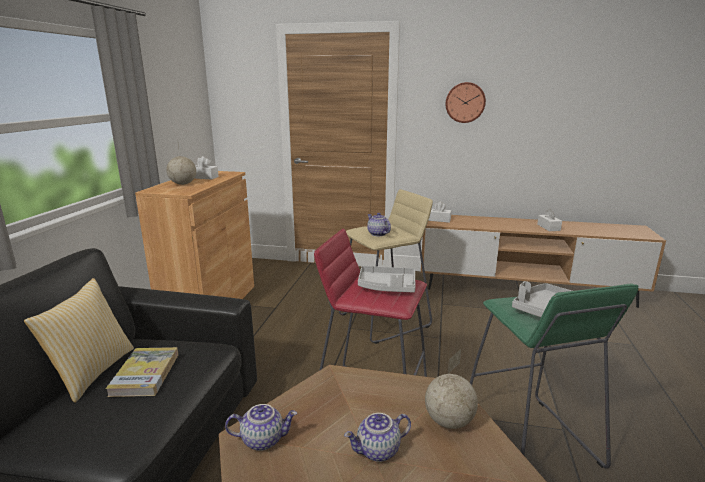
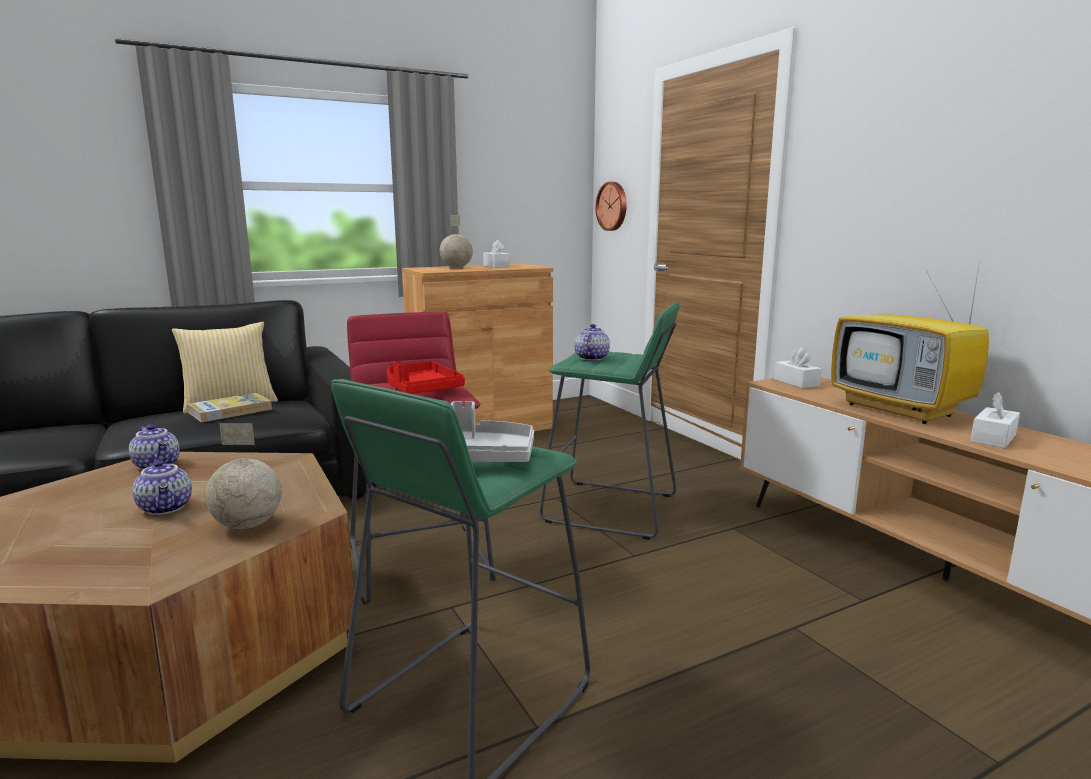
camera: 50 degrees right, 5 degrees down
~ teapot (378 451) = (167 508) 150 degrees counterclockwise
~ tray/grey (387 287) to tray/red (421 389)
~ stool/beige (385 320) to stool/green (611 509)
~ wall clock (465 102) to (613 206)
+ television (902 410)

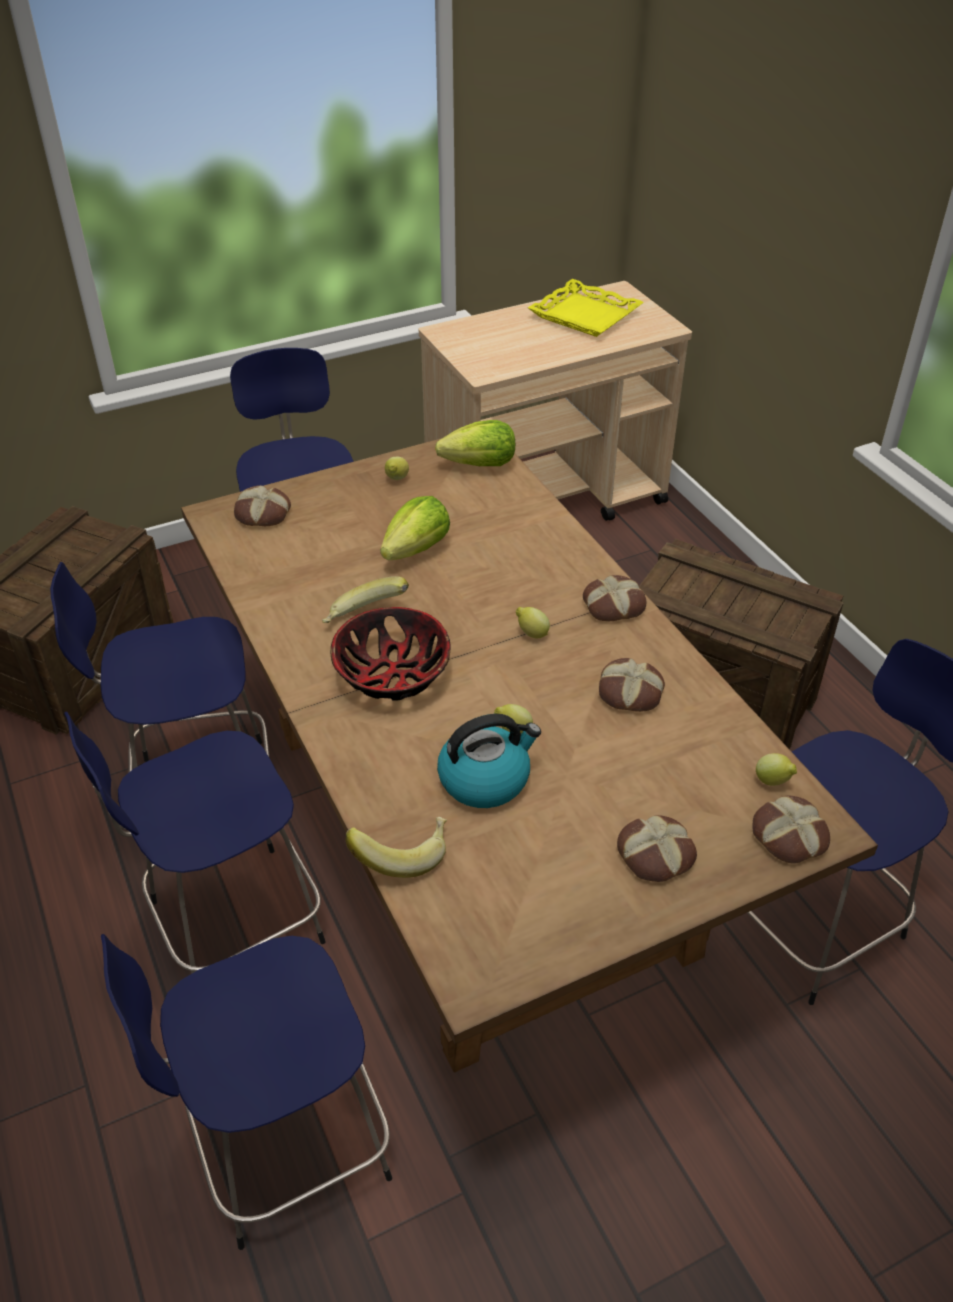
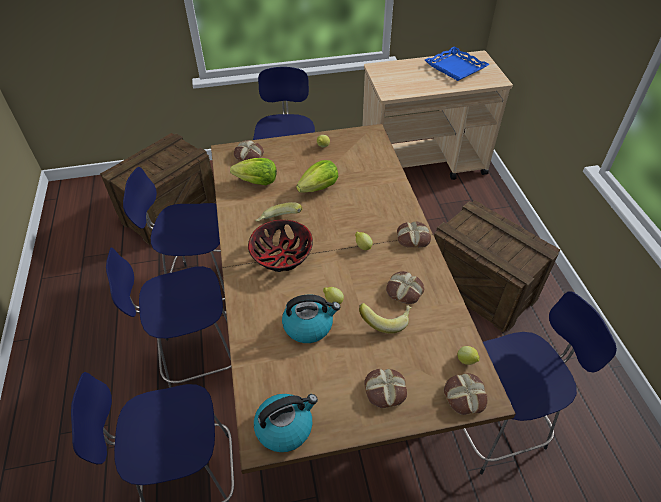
camera: 15 degrees right, 5 degrees up
~ lettuce (480 465) to (257 182)
+ kettle (285 427)
~ banana (401 854) to (385 320)
~ tray/yellow (584 316) to tray/blue (455 68)

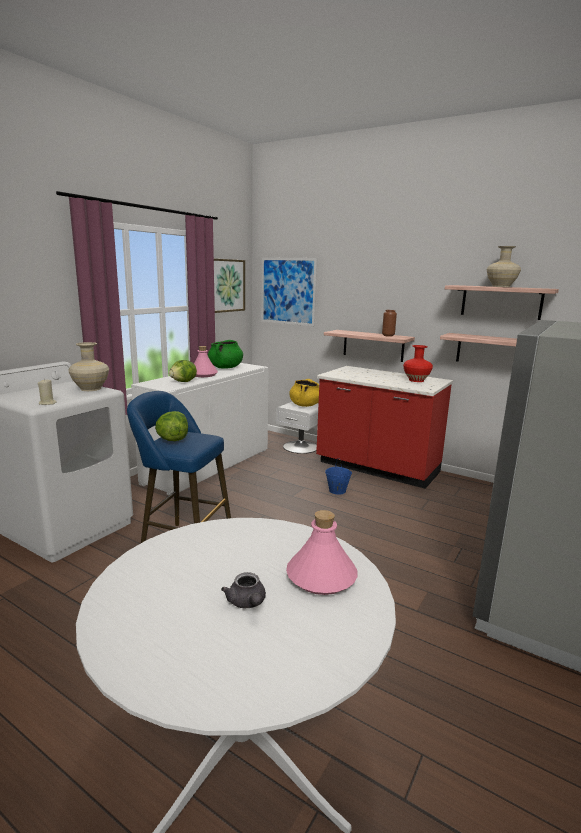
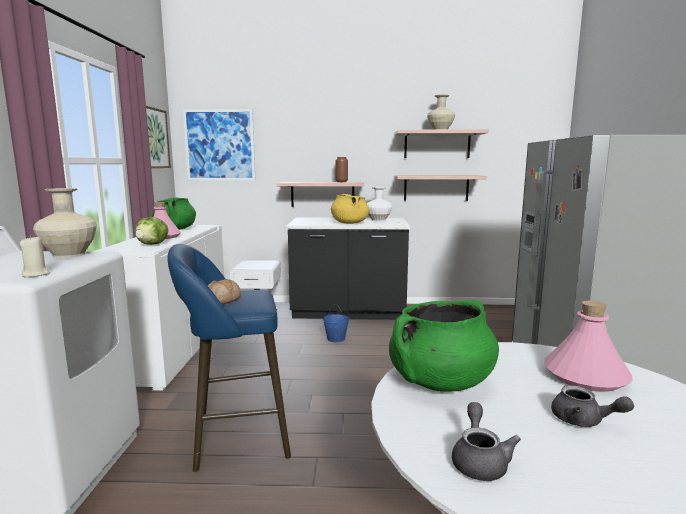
camera: 30 degrees left, 5 degrees down
~ lettuce (172 440) to bread (223 300)
~ counter/red (377 468) to counter/black (348 313)
~ cooking pot/yellow (305 405) to (349 223)
~ vase/red (416 380) to vase/white (378 220)
+ cooking pot/green (440 382)
+ teapot/grey (479 460)

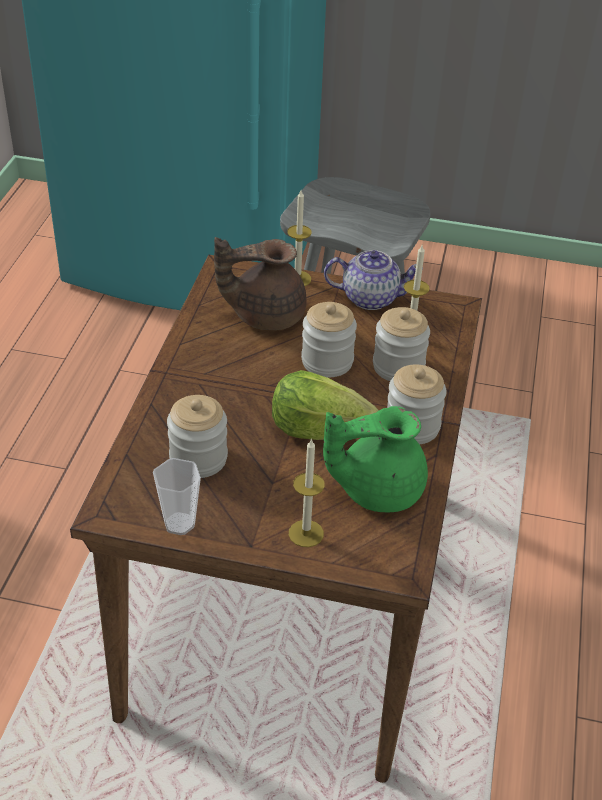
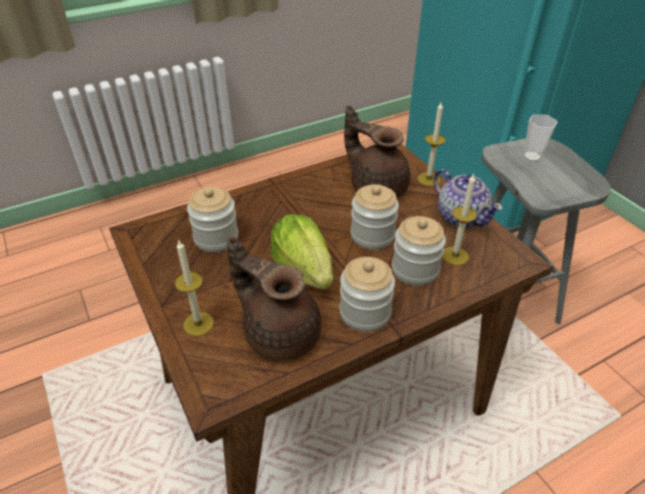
camera: 50 degrees right, 0 degrees up
~ teapot/green (376 488) to teapot/brown (280 332)
~ cup (179 524) to (532 157)

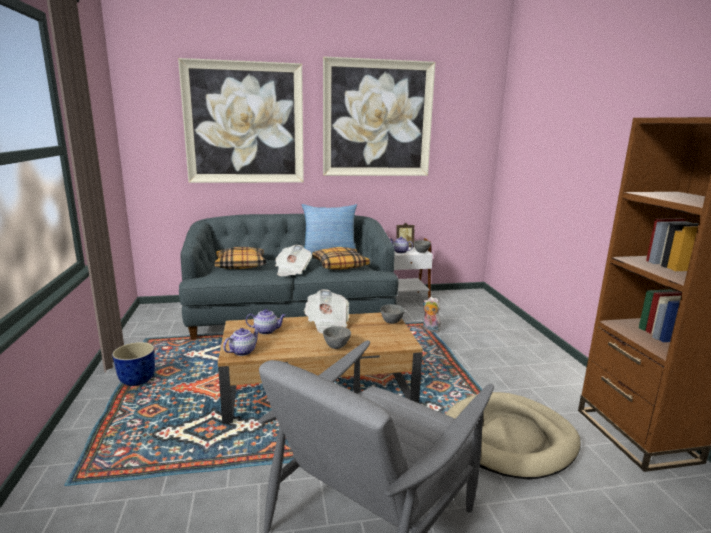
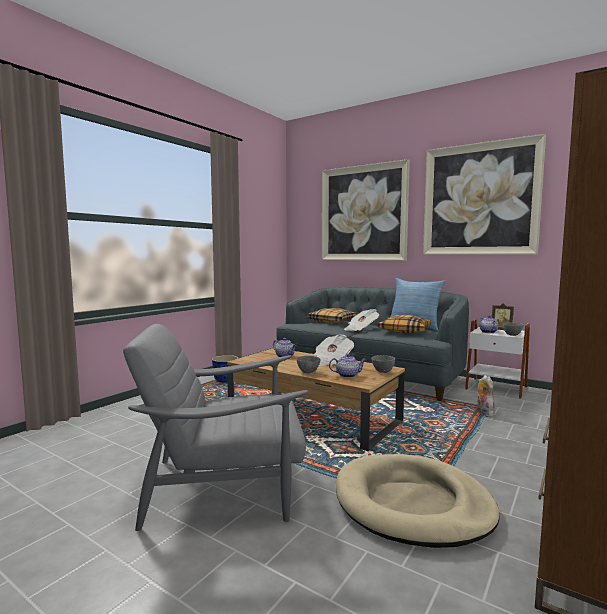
camera: 45 degrees right, 10 degrees down
~ teapot (243 351) to (348 375)

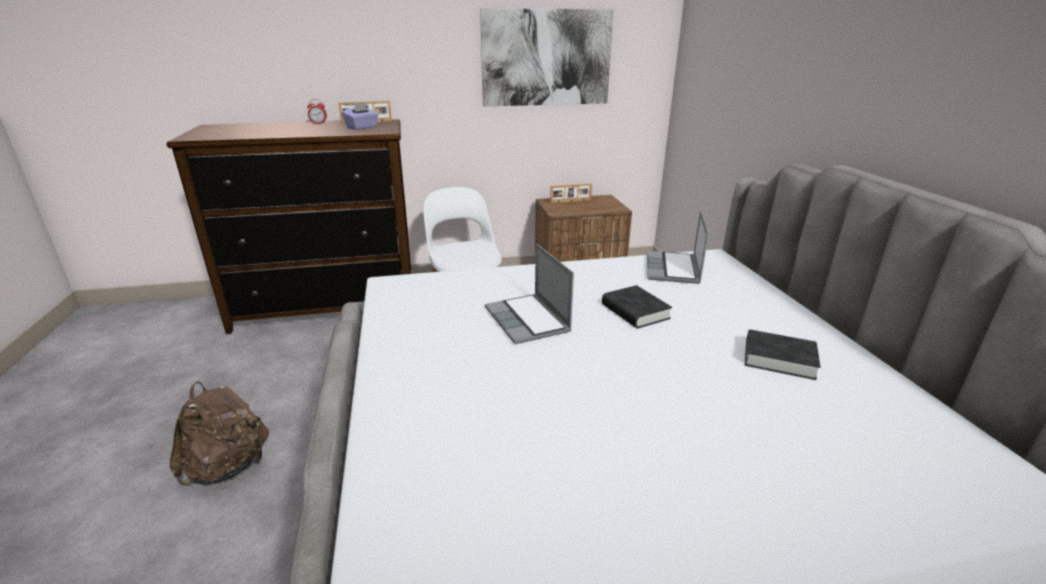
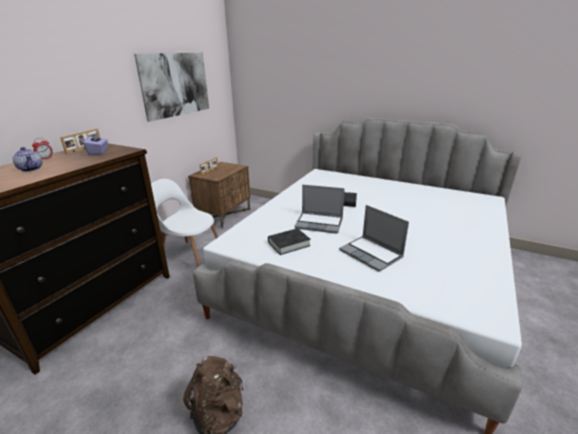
camera: 50 degrees left, 0 degrees up
+ teapot (31 169)
~ book/black (779 359) to (289 244)
~ laptop (673 269) to (372 254)

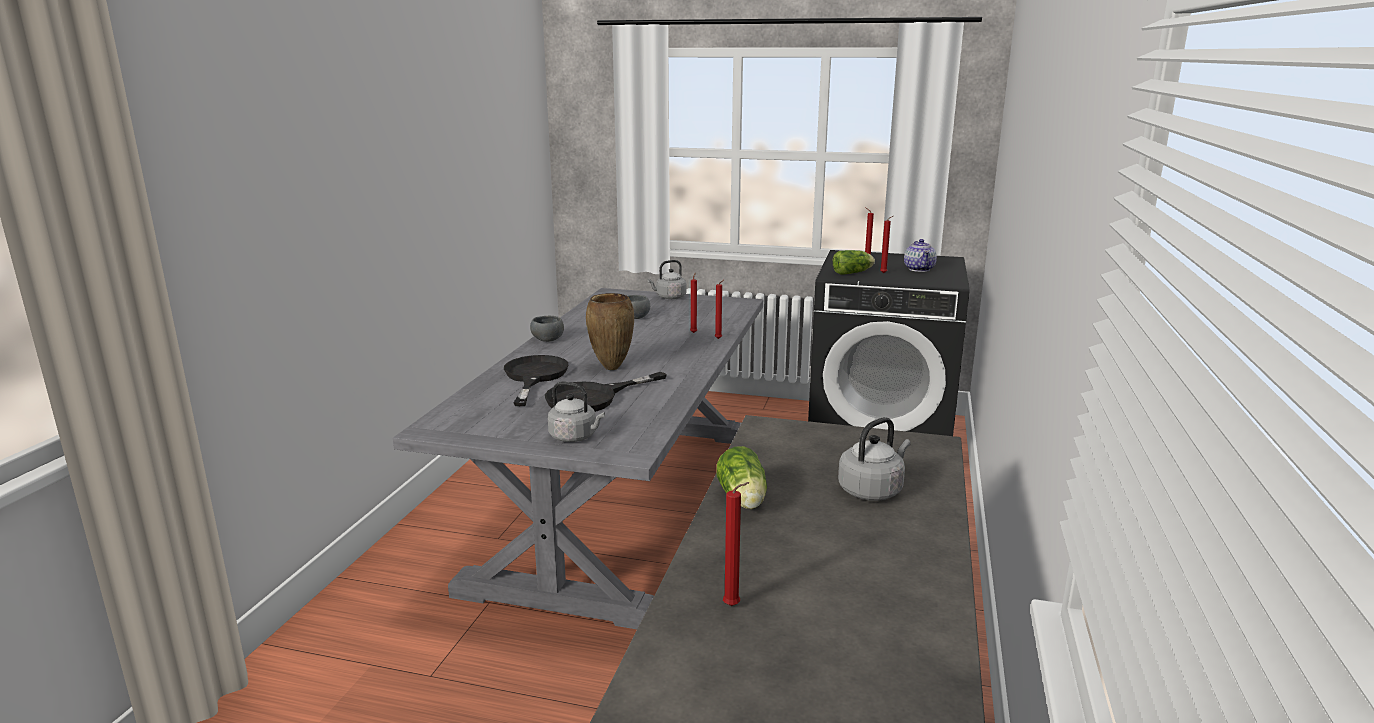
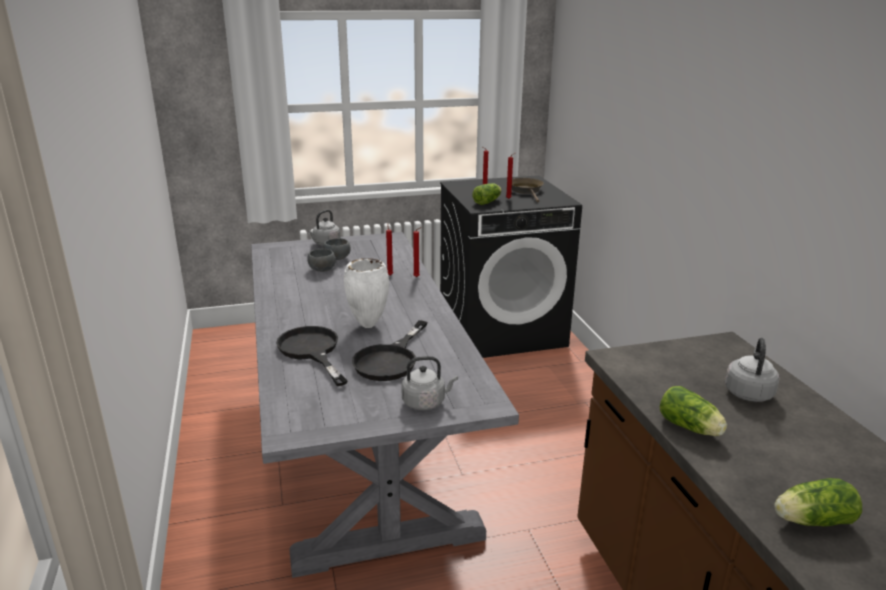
camera: 30 degrees left, 5 degrees up
~ bowl/grey (547 340) to (337 258)
~ vase/brown (610 368) to vase/white (367 326)
~ teapot (919 269) to frying pan/brown (526 191)
~ candle/red (734 606) to lettuce (810 520)

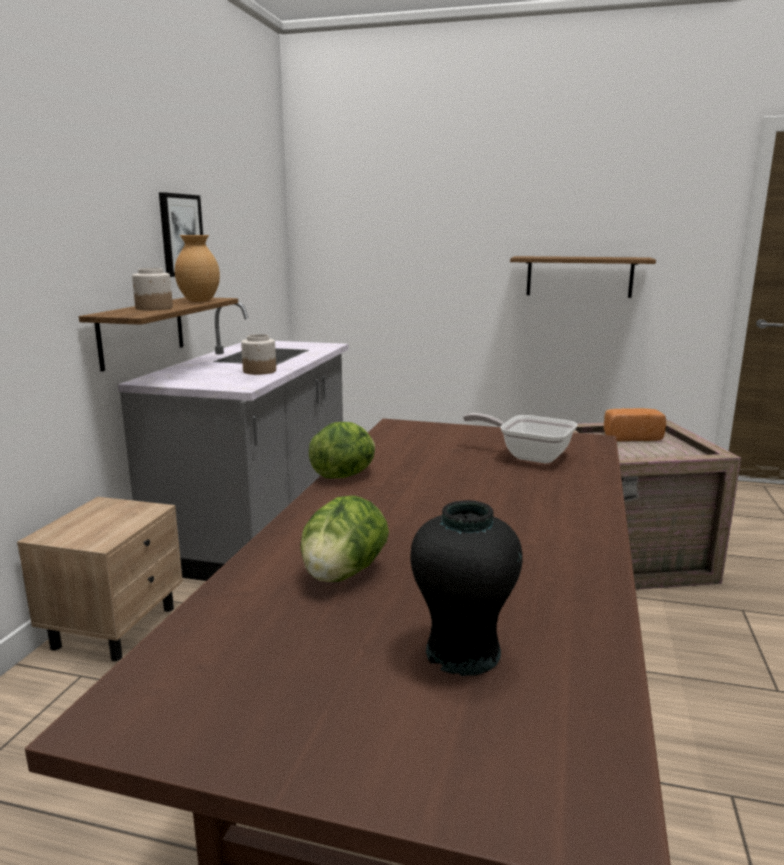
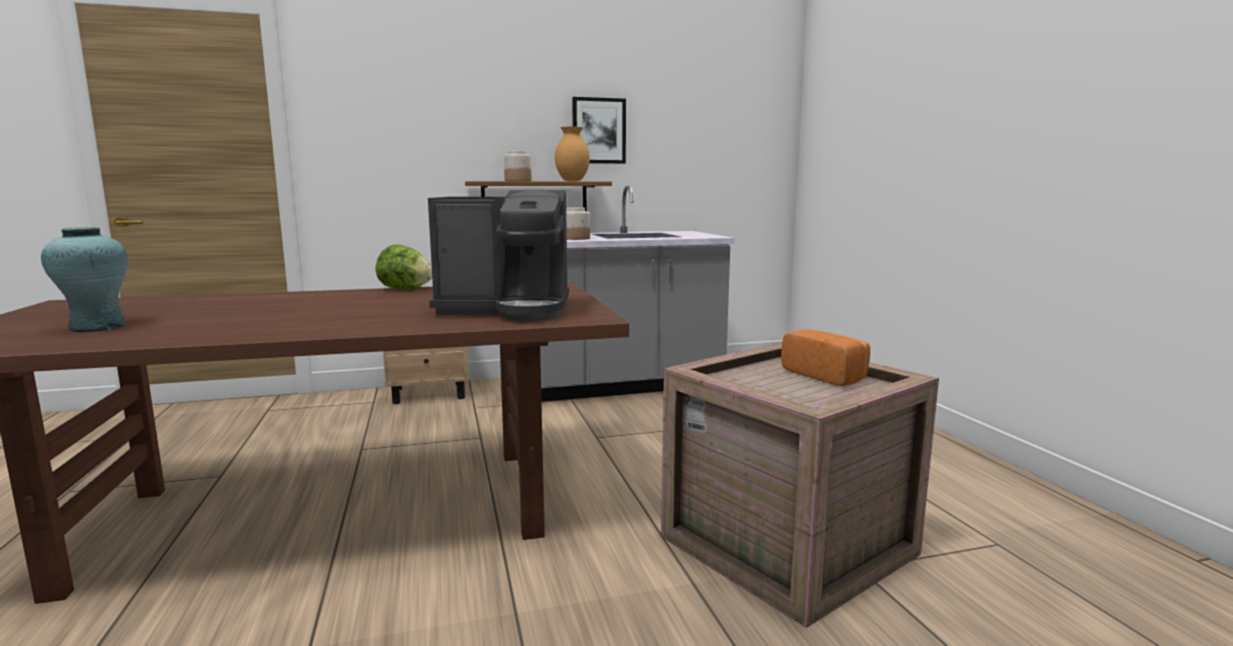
camera: 60 degrees right, 5 degrees down
~ vase/black (463 654) to vase/turquoise (97 327)
~ frying pan (528 455) to coffee machine (507 310)
- lettuce (343 574)
- shelf (579 276)

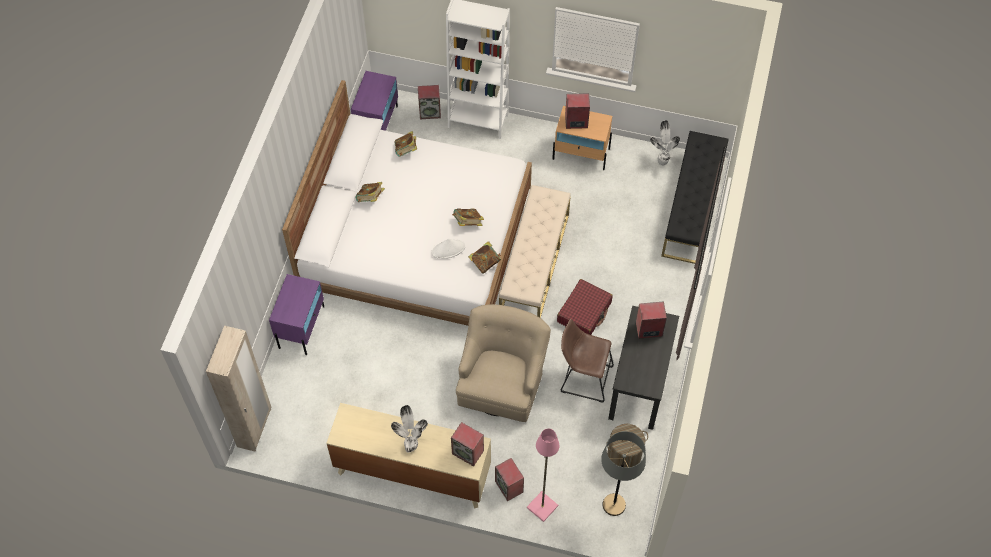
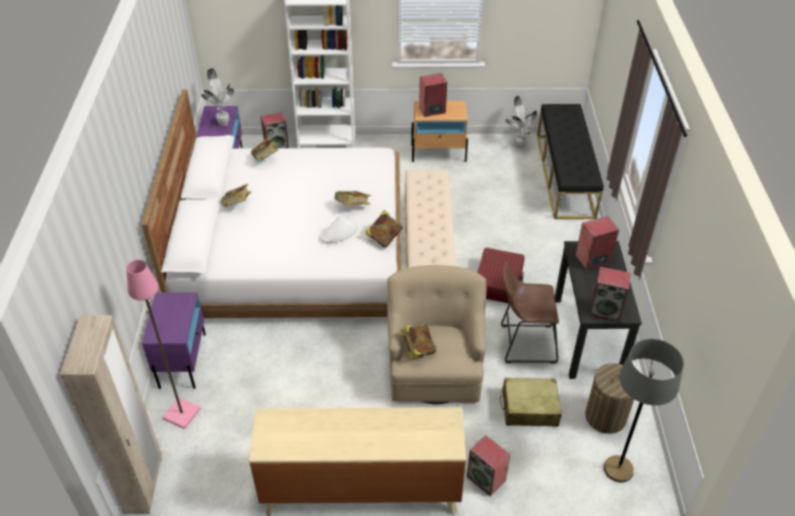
camera: 15 degrees left, 15 degrees down
~ floor lamp/pink (542 507) to (182 414)
~ potted plant (411 445) to (223 122)
+ book (418 349)
+ suitcase/beige (529 408)
~ speaker (468 452) to (606 310)

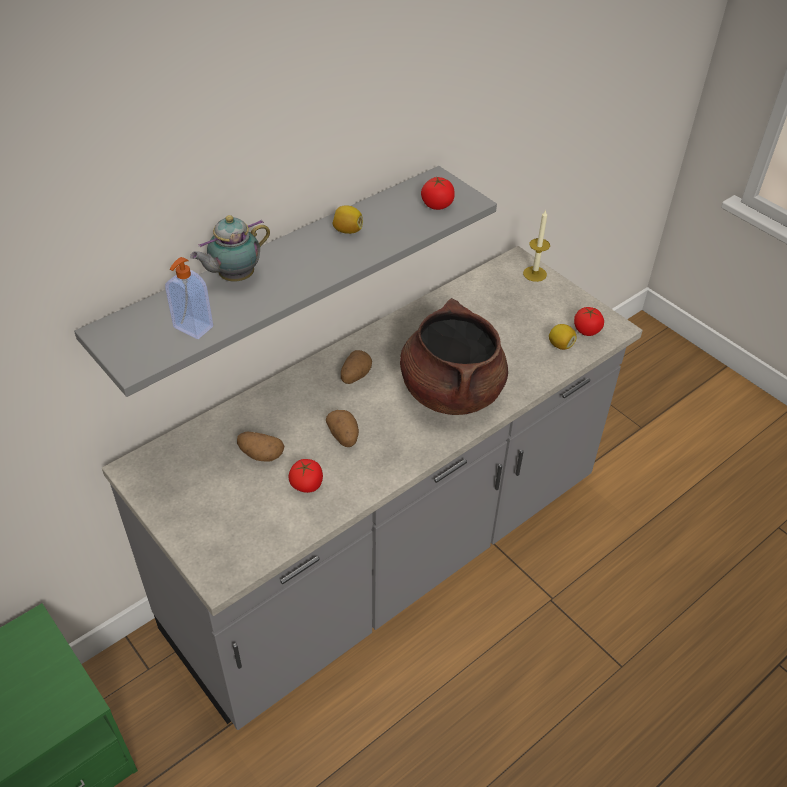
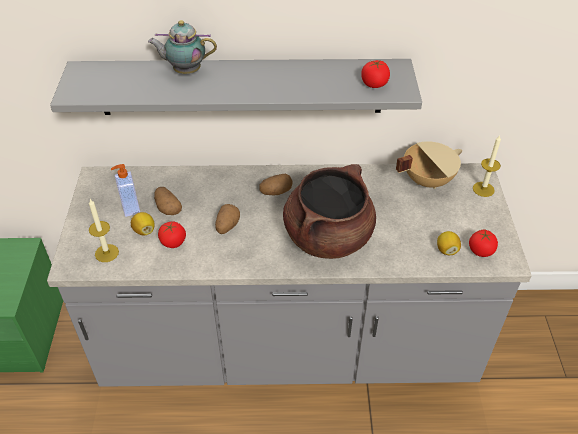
camera: 40 degrees right, 0 degrees up
+ candle (106 253)
~ soap dispenser (192 328) to (130 208)
~ lemon (347 230) to (144 230)
+ cooking pot/beige (426 180)

